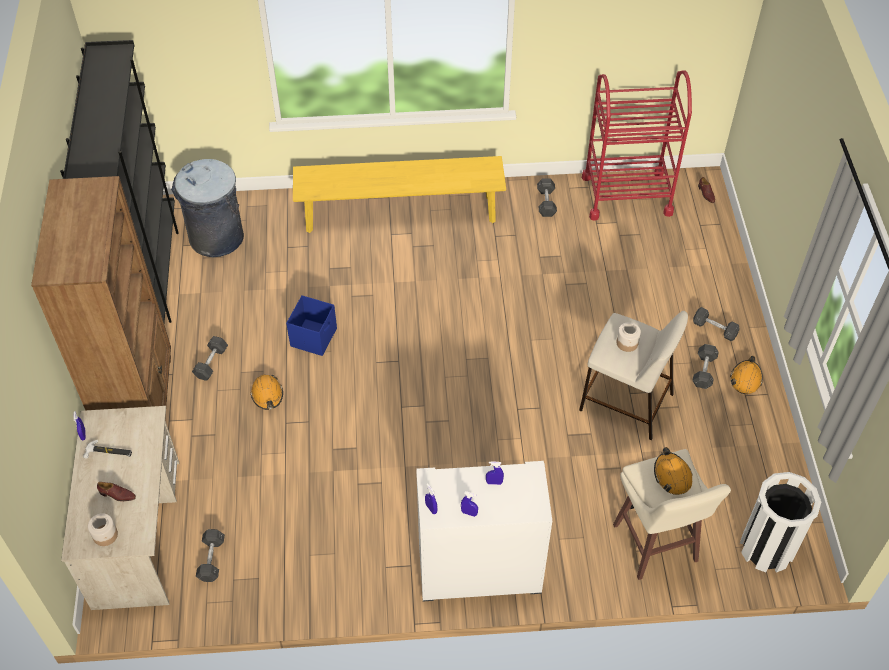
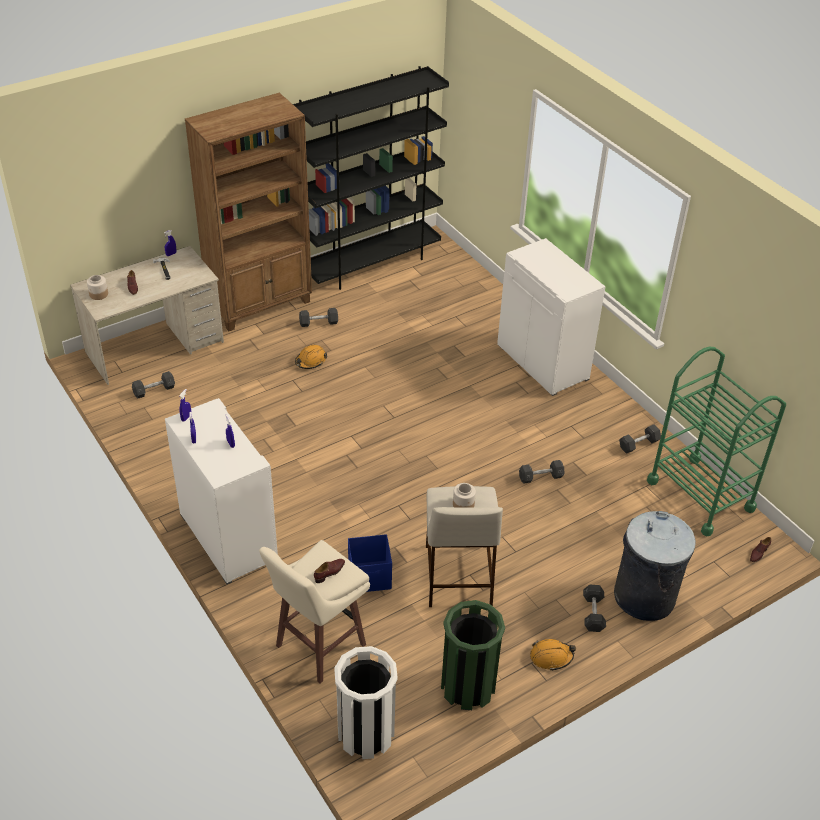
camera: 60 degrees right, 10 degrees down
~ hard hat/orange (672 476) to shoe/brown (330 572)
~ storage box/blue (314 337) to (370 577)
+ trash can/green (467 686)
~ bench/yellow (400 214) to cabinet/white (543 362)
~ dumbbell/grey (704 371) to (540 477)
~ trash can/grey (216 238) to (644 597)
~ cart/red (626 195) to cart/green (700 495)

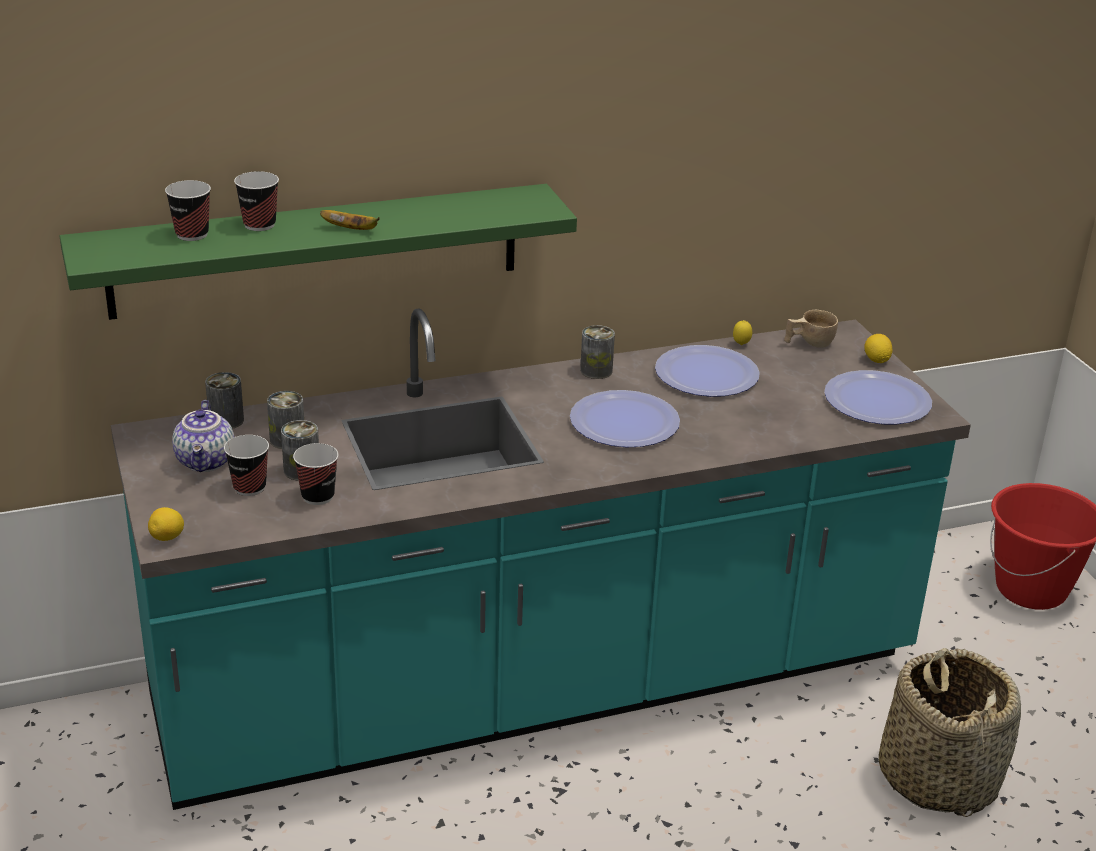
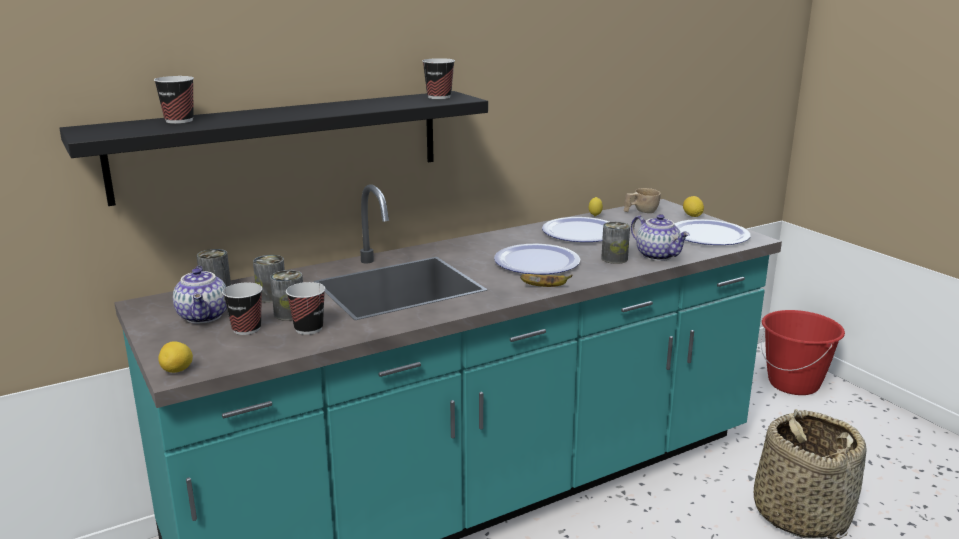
camera: 10 degrees left, 10 degrees down
~ shelf/green (316 250) to shelf/black (282 144)
~ cup (259 225) to (439 97)
~ banana (352 229) to (545 287)
~ can (596 371) to (614 259)
+ teapot (658 255)

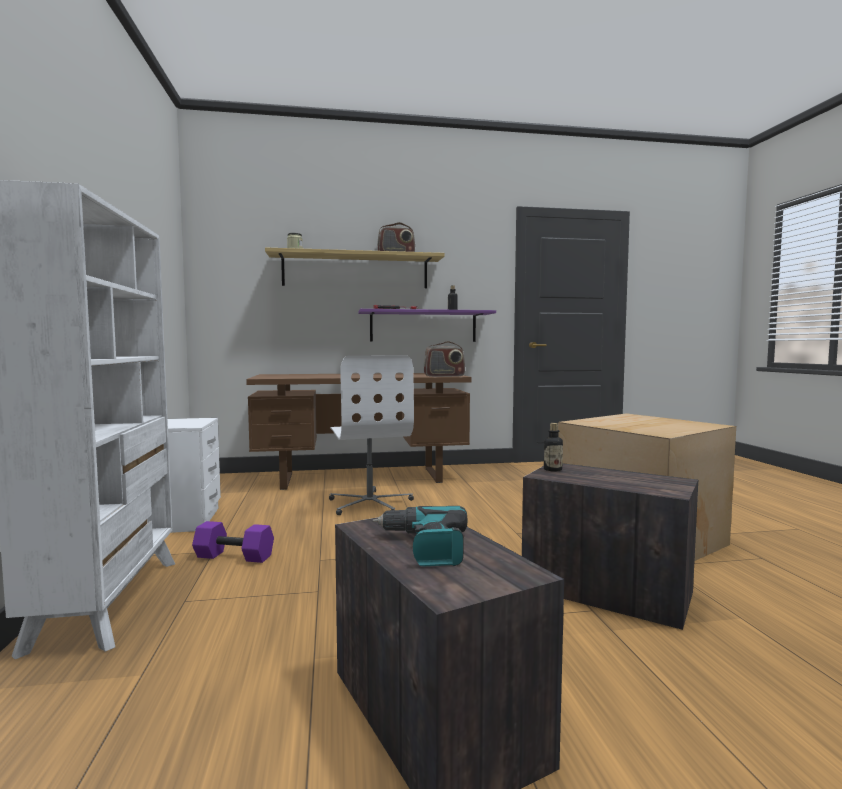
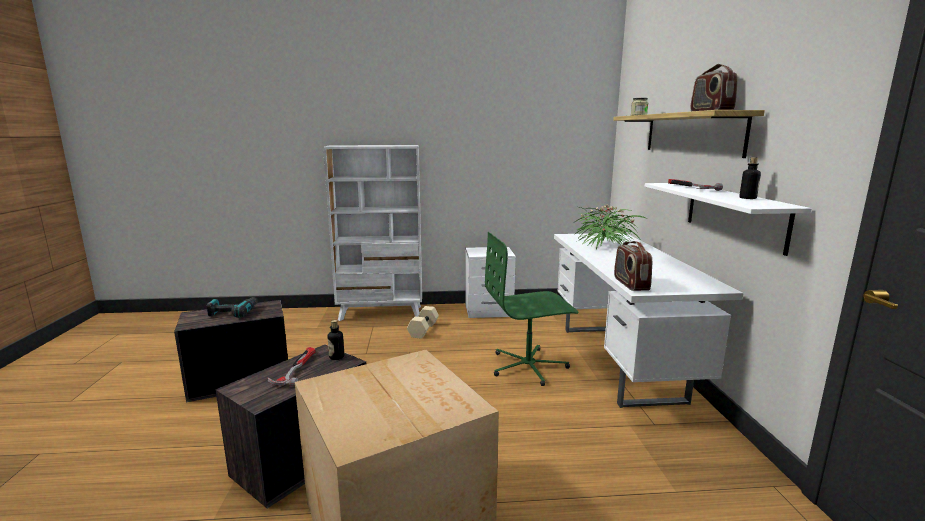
camera: 95 degrees right, 10 degrees up
+ hammer (296 369)
~ dumbbell/purple (233 557) to dumbbell/beige (423 329)
~ office chair/white (370 504) to office chair/green (528 366)
~ desk/brown (362 478) to desk/white (619 362)
+ potted plant (604 245)
~ shelf/purple (423 326) to shelf/white (734 214)

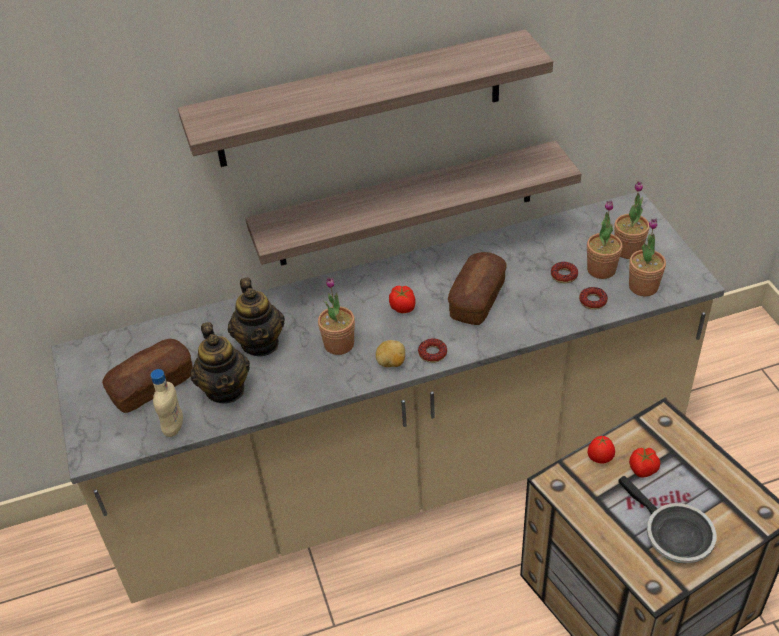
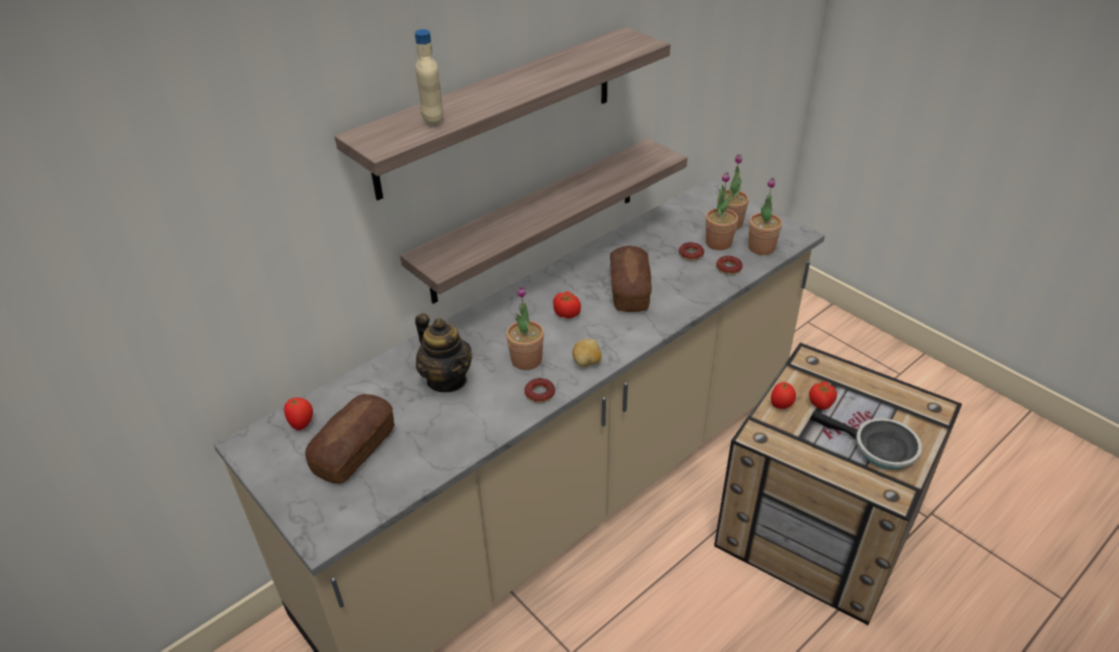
camera: 25 degrees left, 5 degrees down
+ tomato (302 424)
~ bottle/beige (173 427) to (433 120)
~ donut (432 353) to (539 393)
- teapot (225 389)

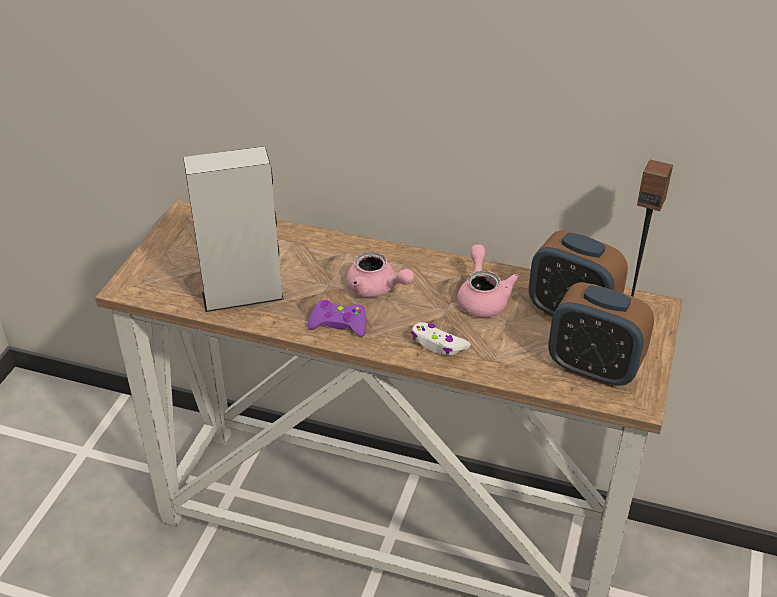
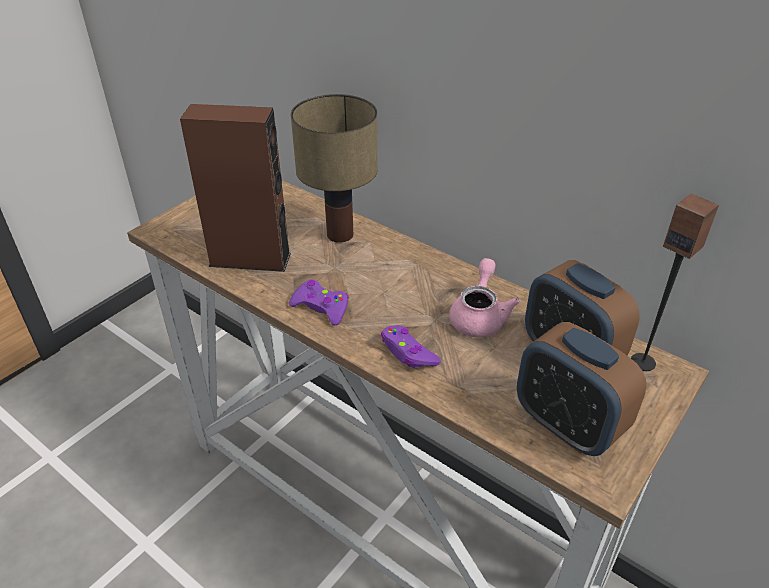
camera: 20 degrees right, 0 degrees up
~ speaker/grey (242 295) to speaker/brown (250 259)
+ table lamp (341 235)
~ game controller/white (438 344) to game controller/purple (408 353)
- teapot/pink (377 289)

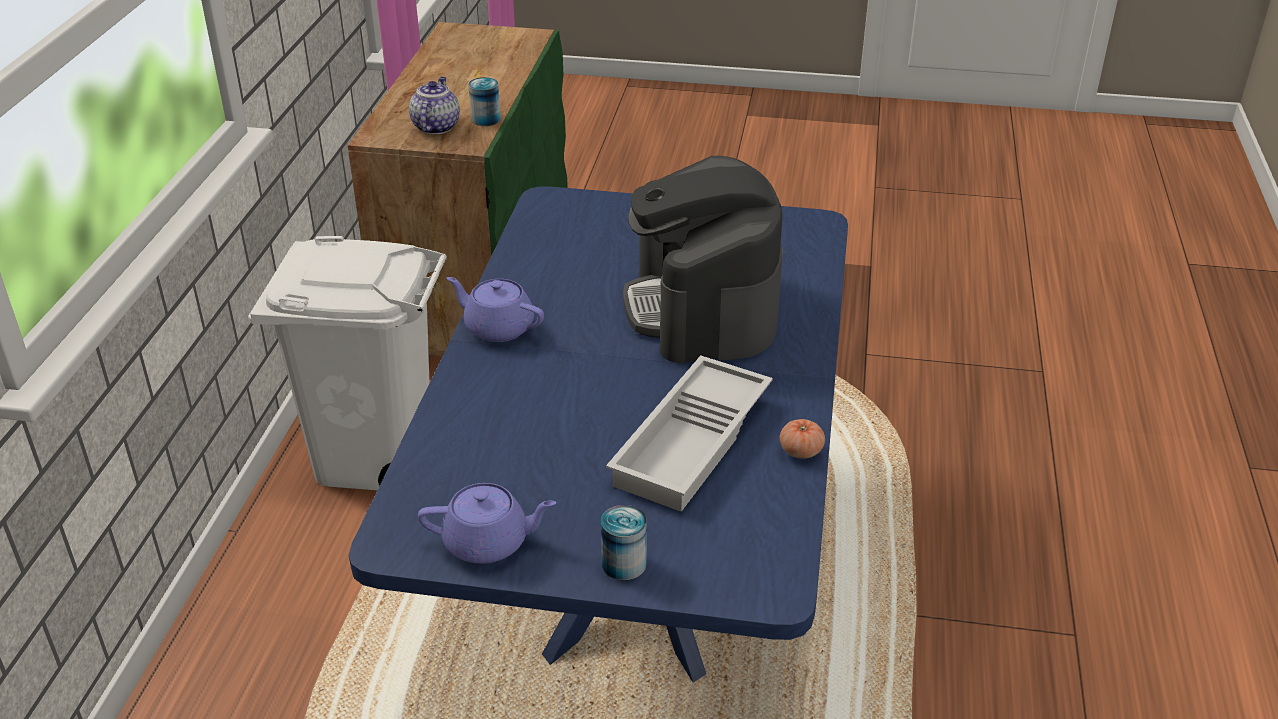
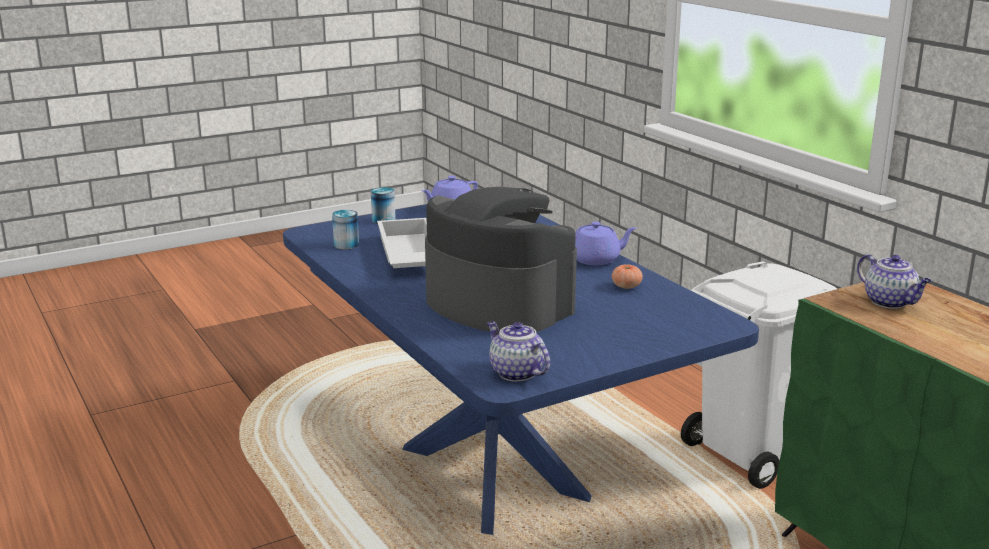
camera: 140 degrees right, 15 degrees down
~ can (486 119) to (346 245)
+ teapot (515 372)
~ tomato (801 451) to (626 286)

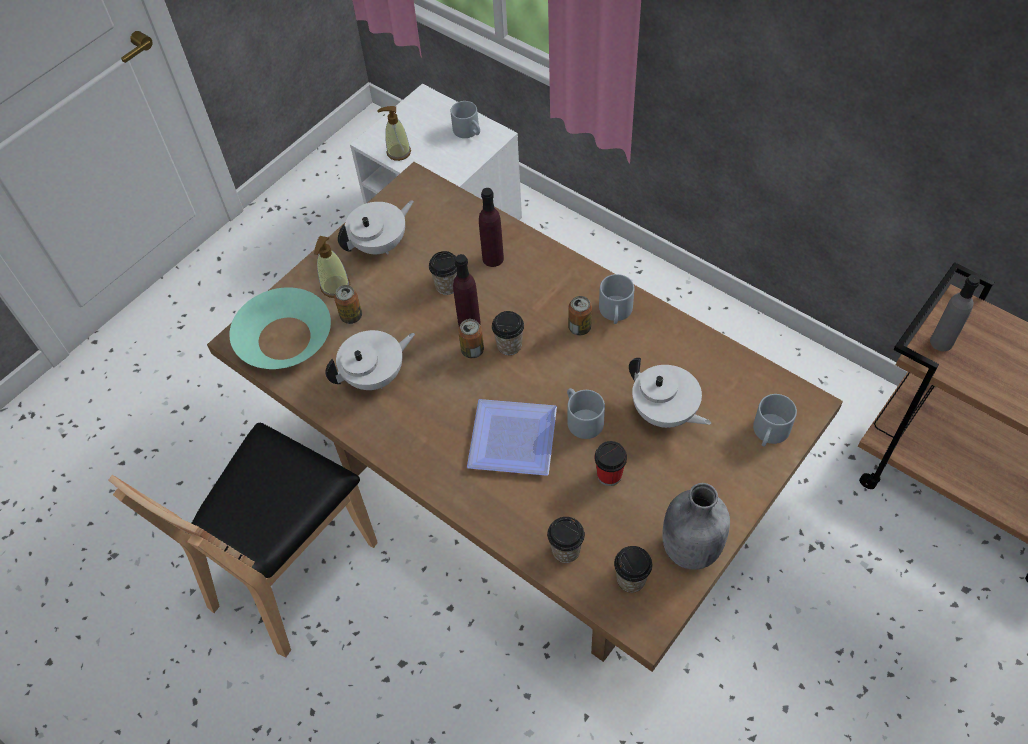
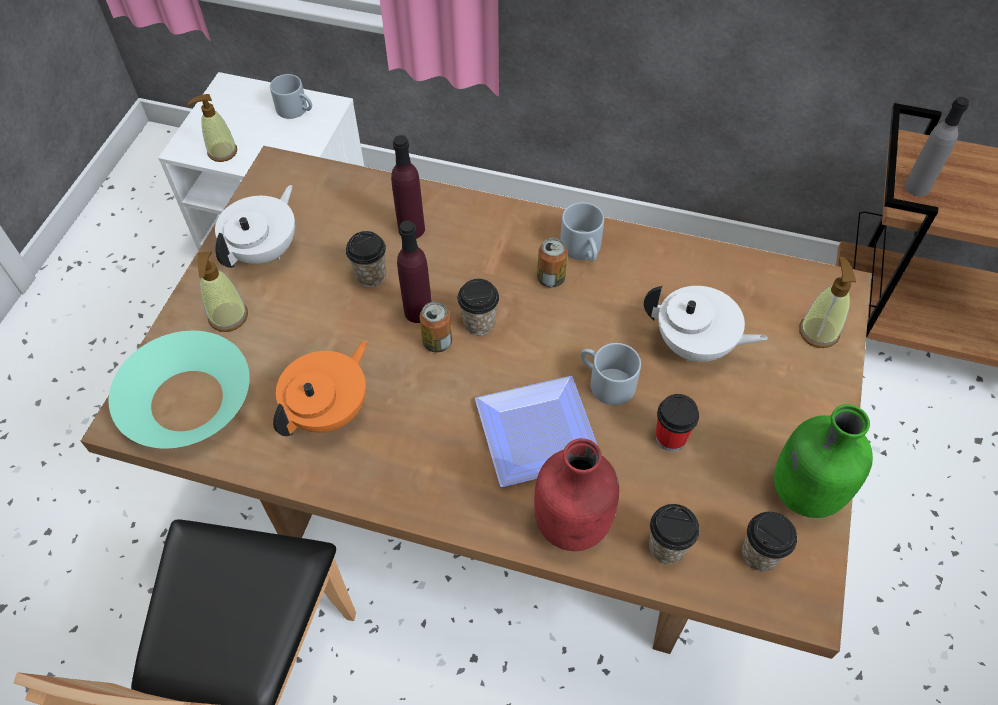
camera: 25 degrees left, 0 degrees up
~ teapot/white (375 376) to teapot/orange (330 411)
+ bottle/red (574 523)
~ bottle/grey (689 548) to bottle/green (803 491)
~ mug/grey (770 433) to soap dispenser (818 332)
- can (351 316)

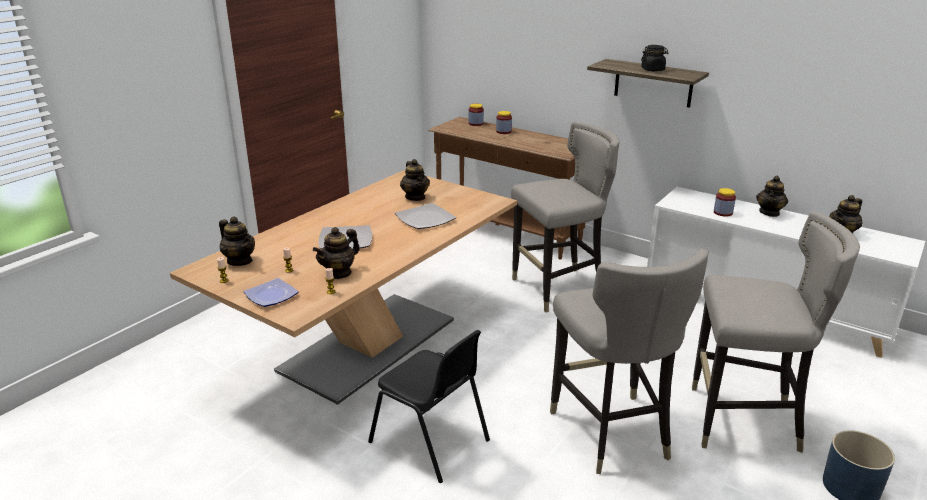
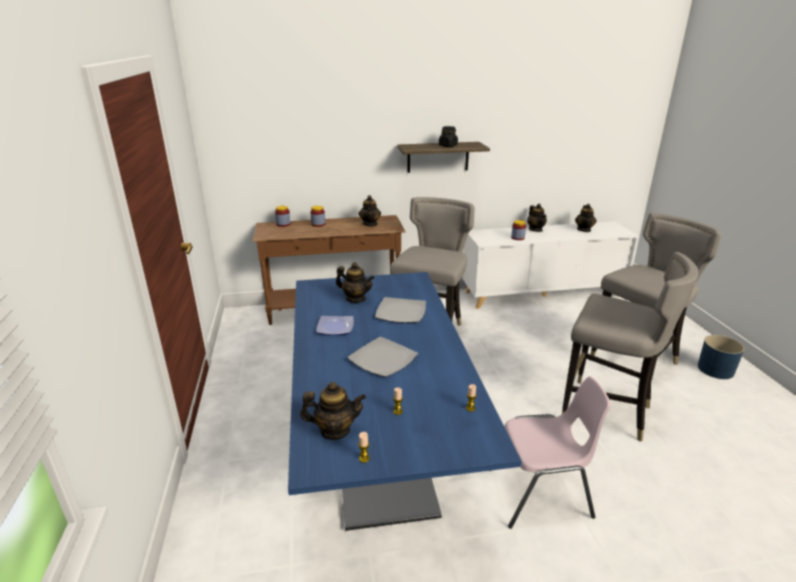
camera: 45 degrees left, 0 degrees up
~ dining table/beige (369 345) to dining table/blue (381 452)
~ plate (272 295) to (335 327)
~ teapot (339 273) to (370 224)
~ chair/black (431 442) to chair/pink (541 494)

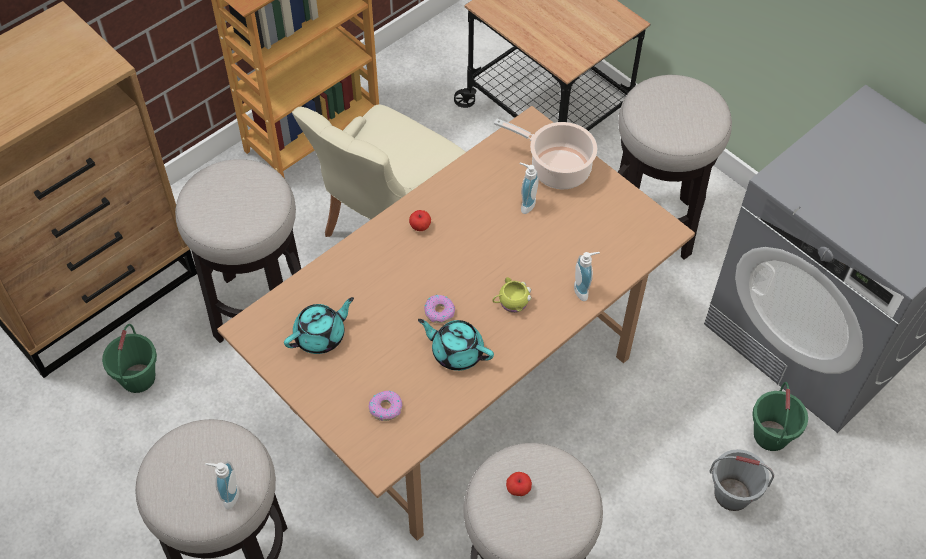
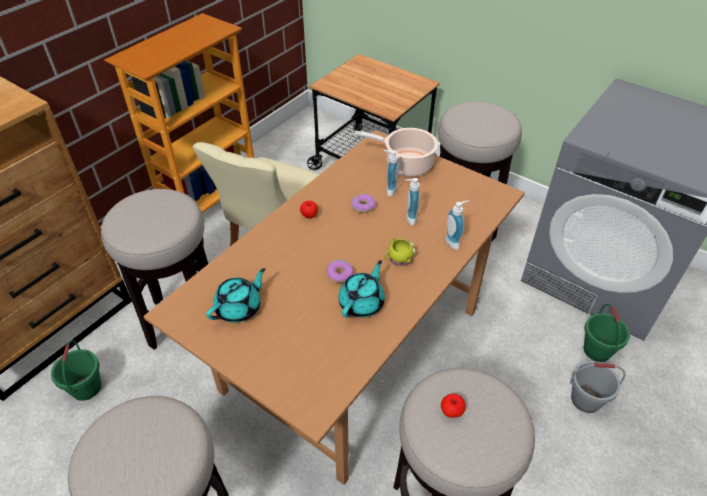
camera: 10 degrees left, 10 degrees down
~ teapot/turquoise (456 352) = (362 303) 105 degrees clockwise
~ donut (385 408) to (363 206)
~ soap dispenser (227 496) to (409 218)

